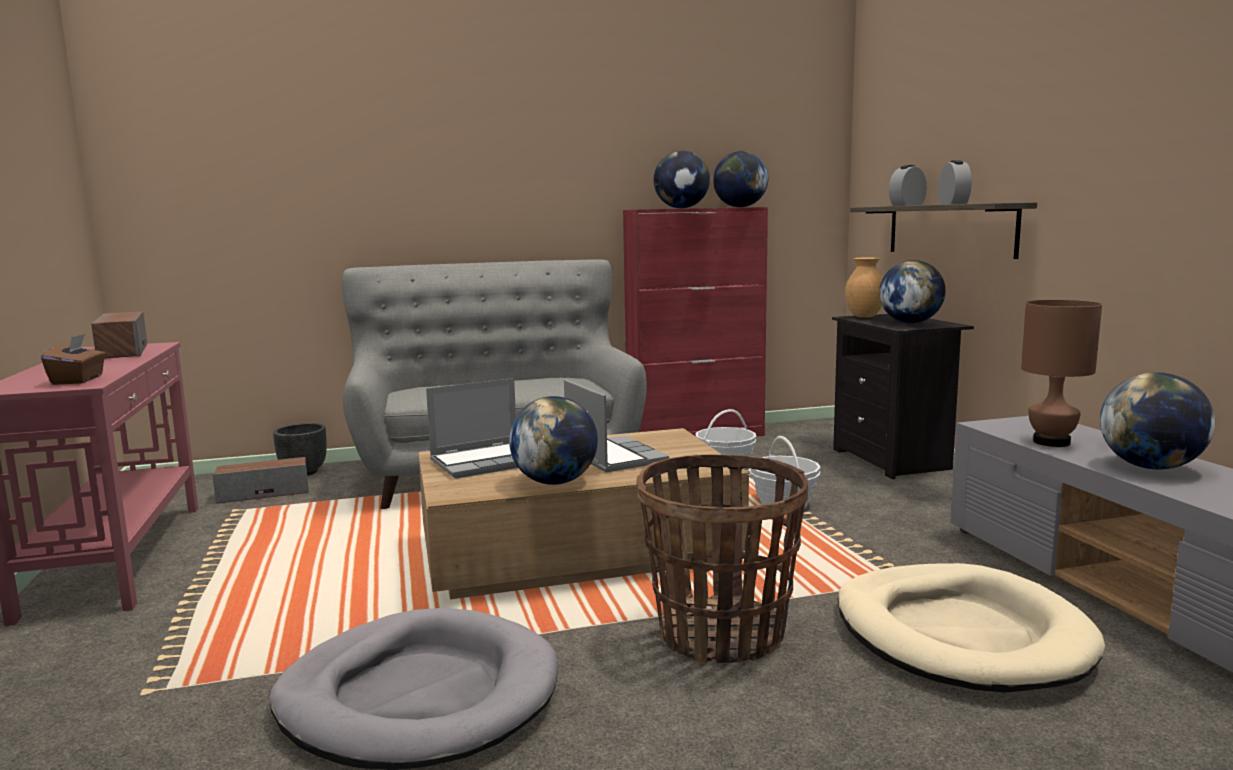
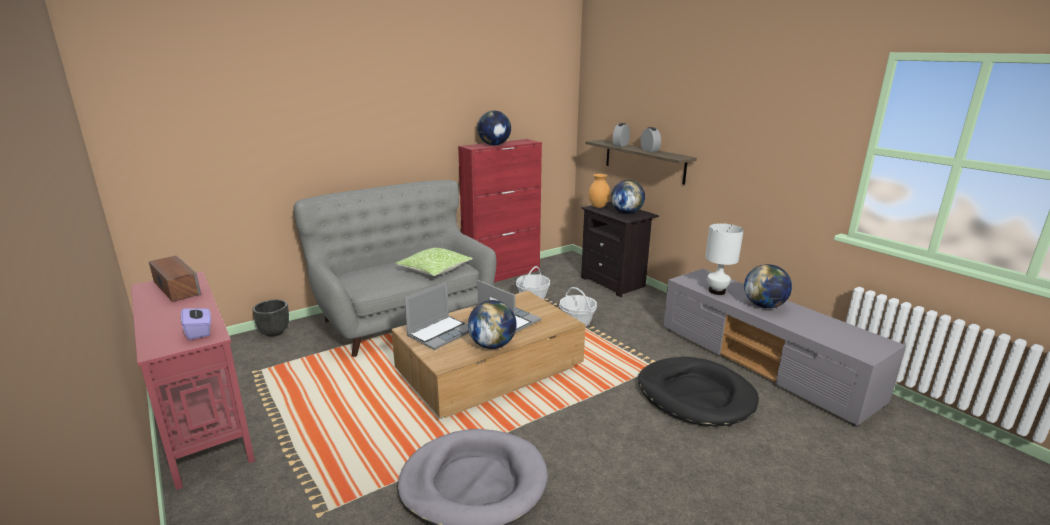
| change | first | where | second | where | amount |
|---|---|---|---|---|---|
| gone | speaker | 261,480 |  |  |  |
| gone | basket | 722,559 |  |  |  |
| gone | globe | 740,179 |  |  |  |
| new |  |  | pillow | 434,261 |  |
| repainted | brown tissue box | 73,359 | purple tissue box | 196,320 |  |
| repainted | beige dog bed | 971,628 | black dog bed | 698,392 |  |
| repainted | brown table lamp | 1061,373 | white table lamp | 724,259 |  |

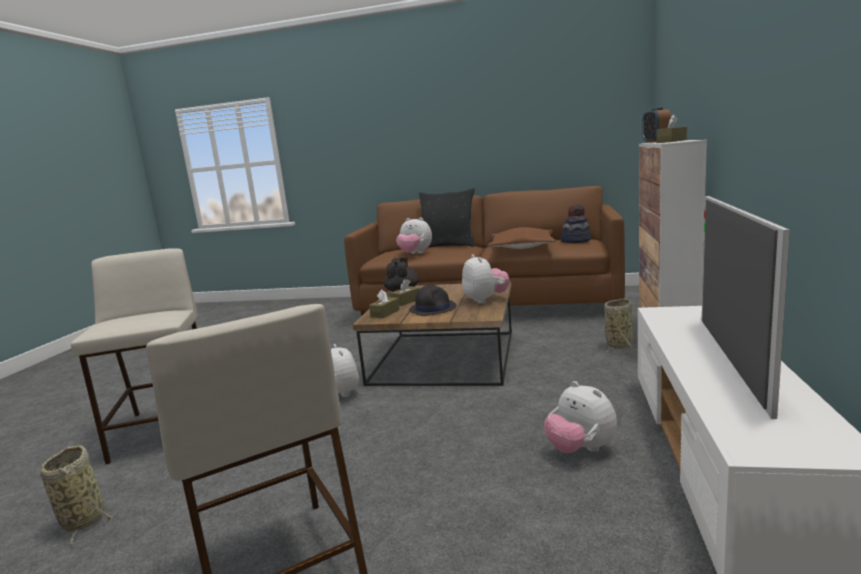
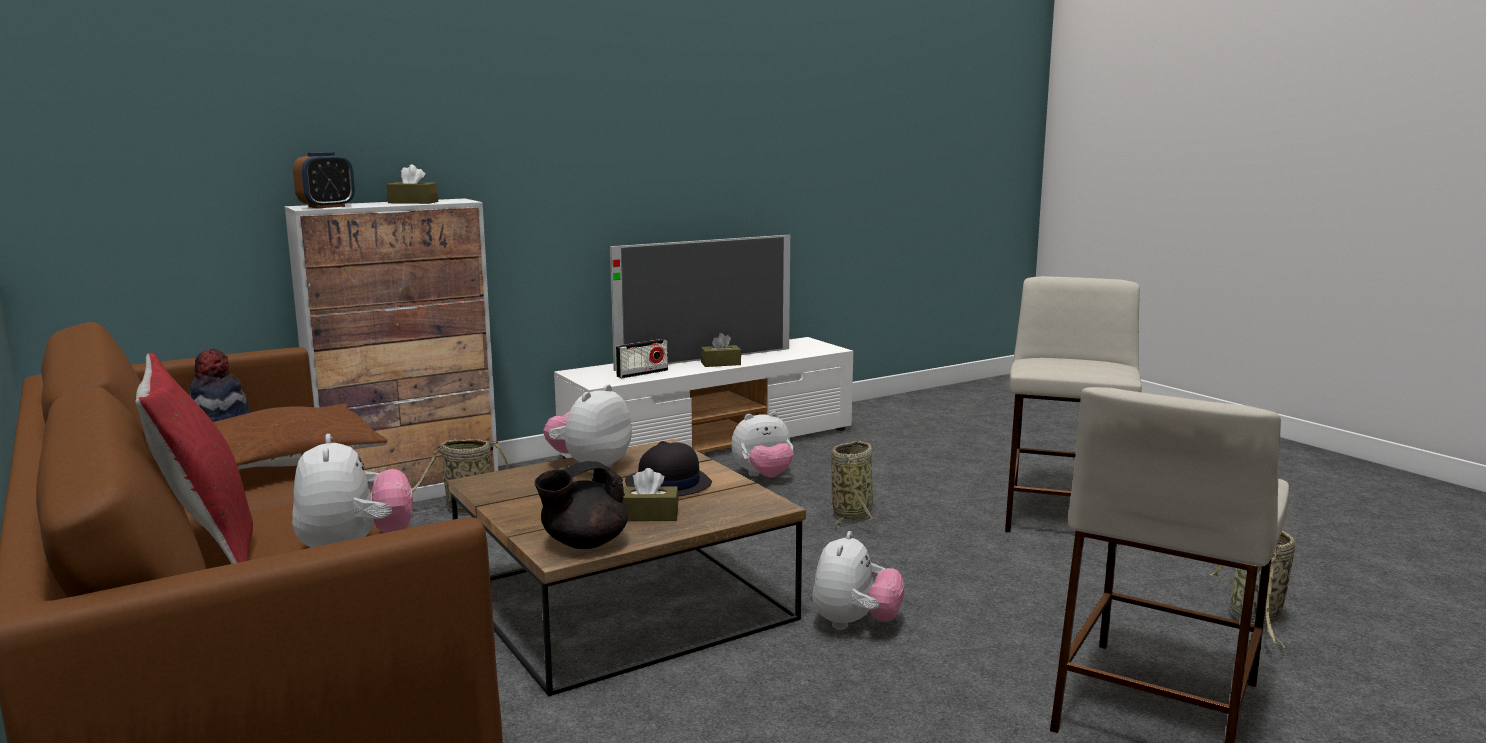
| change | first | where | second | where | amount |
|---|---|---|---|---|---|
| new |  |  | radio | 642,358 |  |
| new |  |  | basket | 853,484 |  |
| shifted | brown tissue box | 384,303 |  | 721,350 |  |
| repainted | black pillow | 447,217 | red pillow | 194,458 |  |
| rotated | plush toy | 580,417 |  | 762,444 | 60 degrees clockwise |

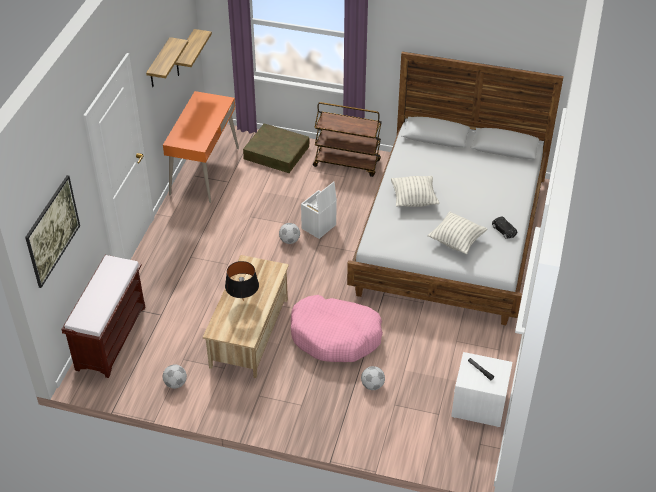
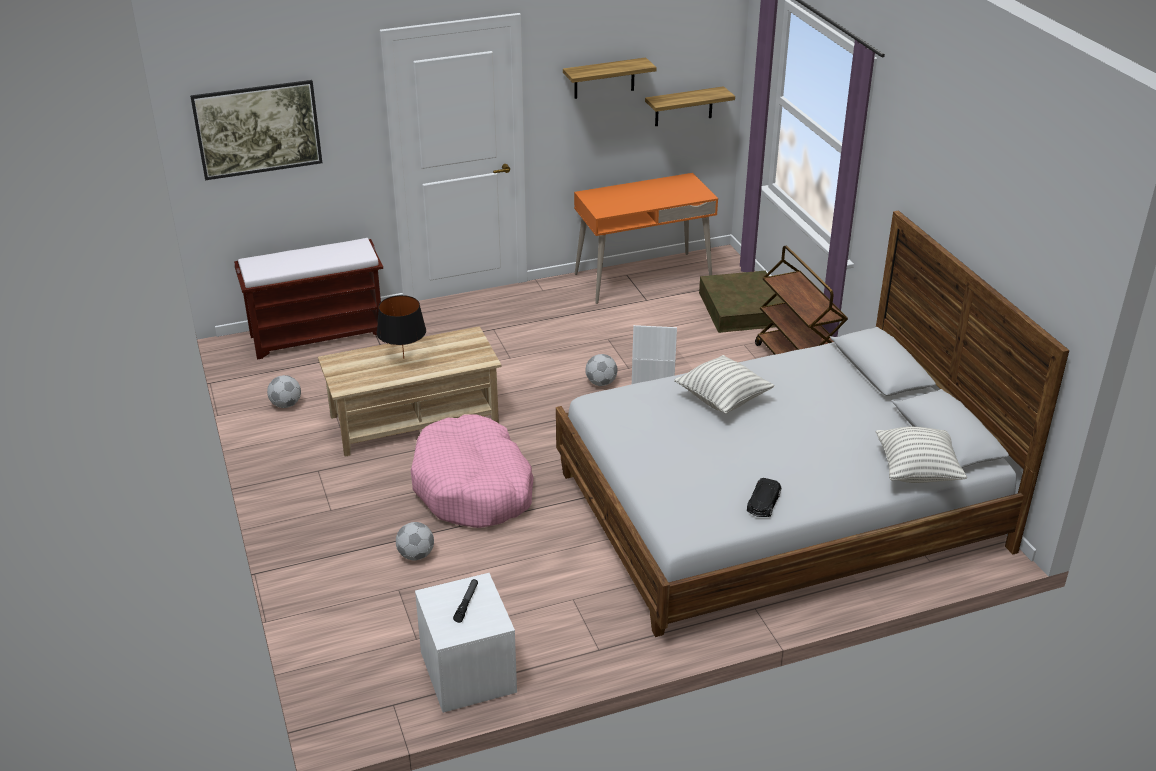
| change | first | where | second | where | amount |
|---|---|---|---|---|---|
| shifted | pillow | 458,232 |  | 921,455 |  |

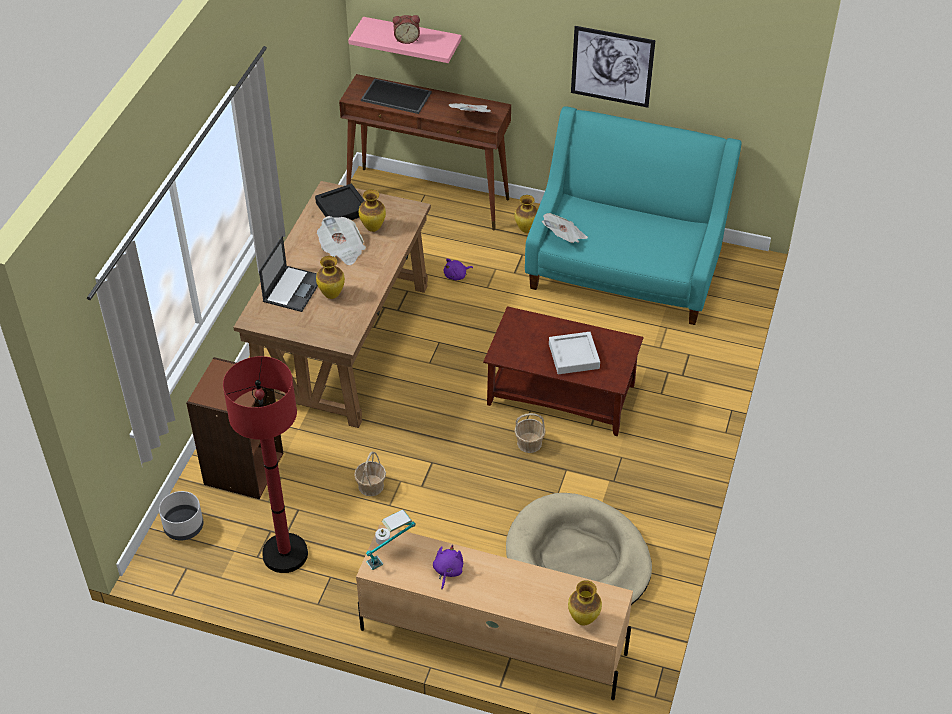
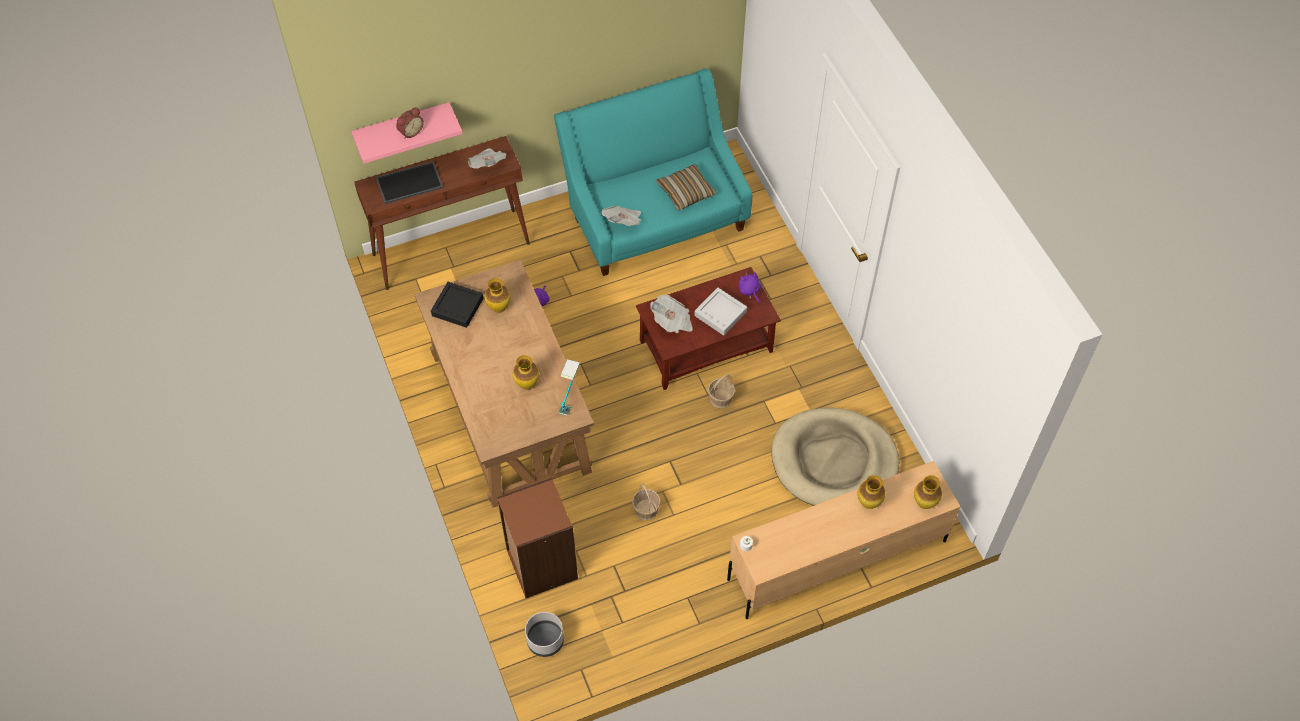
| change | first | where | second | where | amount |
|---|---|---|---|---|---|
| gone | red floor lamp | 265,464 |  |  |  |
| gone | laptop | 288,274 |  |  |  |
| gone | picture | 613,67 |  |  |  |
| new |  |  | pillow | 686,187 |  |
| shifted | newspaper | 341,240 |  | 671,314 |  |
| shifted | table lamp | 391,539 |  | 569,387 |  |
| shifted | purple plush toy | 448,567 |  | 749,287 |  |
| shifted | vase | 526,214 |  | 871,492 |  |

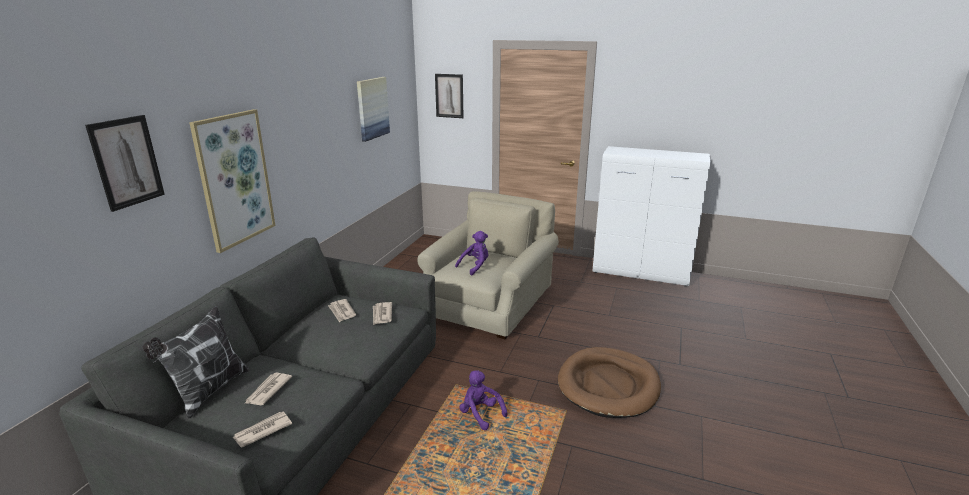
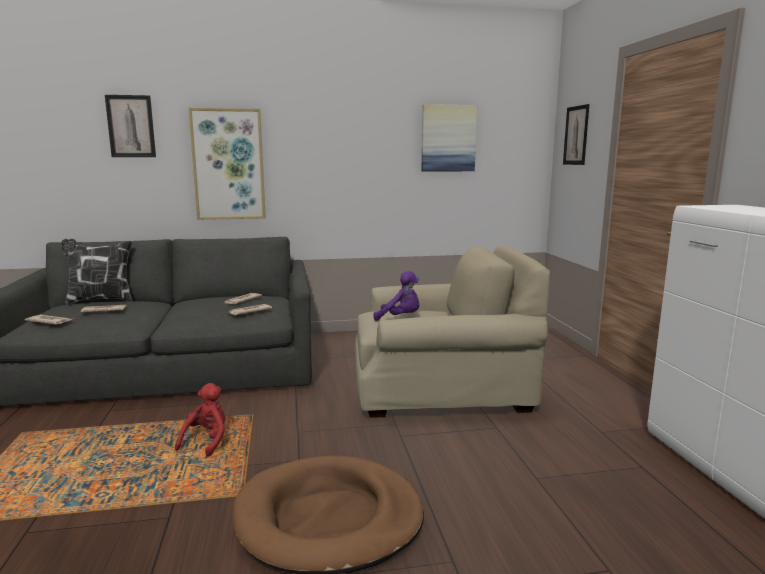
| change | first | where | second | where | amount |
|---|---|---|---|---|---|
| repainted | purple plush toy | 483,400 | red plush toy | 200,420 |  |

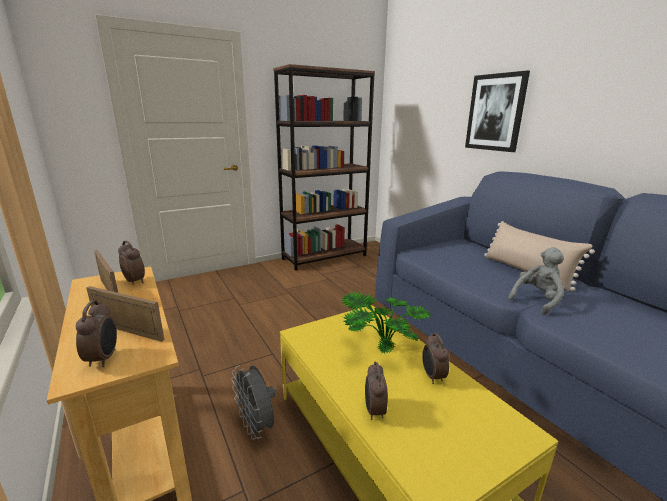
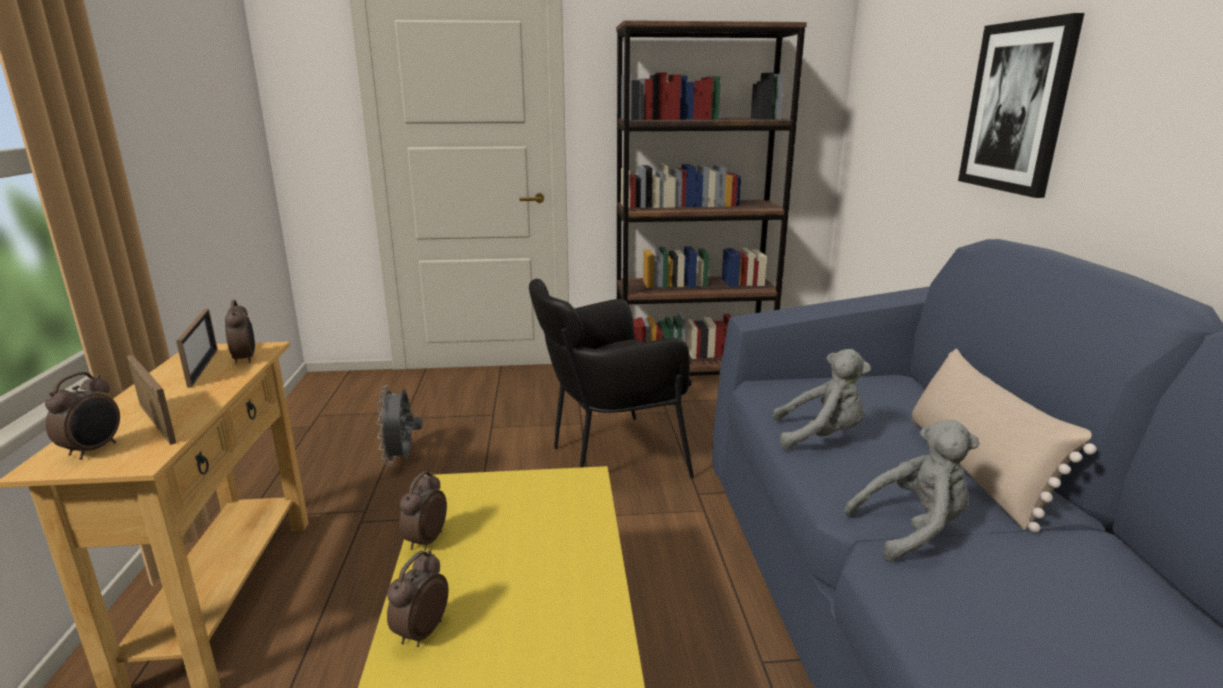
| change | first | where | second | where | amount |
|---|---|---|---|---|---|
| gone | potted plant | 385,322 |  |  |  |
| new |  |  | black armchair | 611,379 |  |
| new |  |  | grey plush toy | 822,399 |  |
| shifted | grey fan | 253,402 |  | 400,425 |  |
| shifted | alarm clock | 435,358 |  | 423,510 |  |

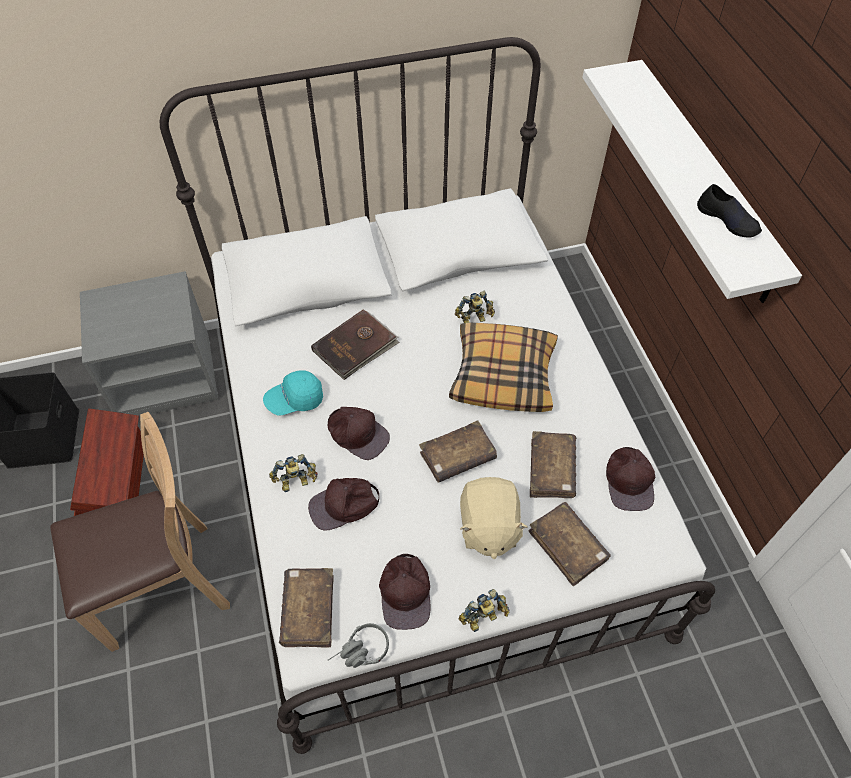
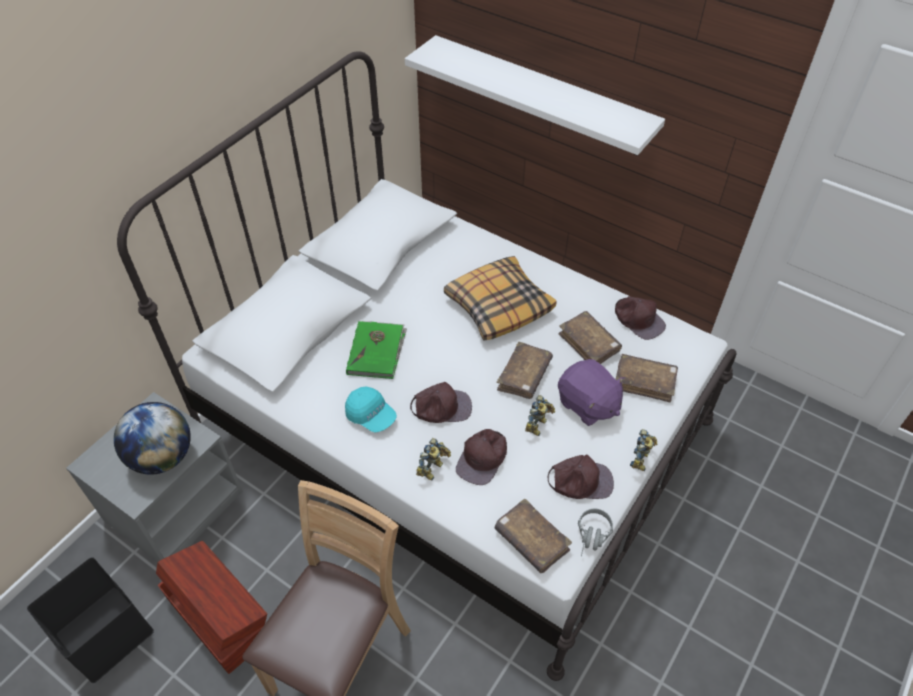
| change | first | where | second | where | amount |
|---|---|---|---|---|---|
| gone | black shoe | 729,211 |  |  |  |
| new |  |  | globe | 152,438 |  |
| shifted | toy robot | 475,307 |  | 540,415 |  |
| repainted | brown book | 355,344 | green book | 376,350 |  |
| repainted | beige plush toy | 494,518 | purple plush toy | 592,392 |  |
| rotated | turquoise cap | 293,393 |  | 371,409 | 75 degrees counterclockwise |
| rotated | brown cap | 404,592 |  | 581,477 | 45 degrees counterclockwise |

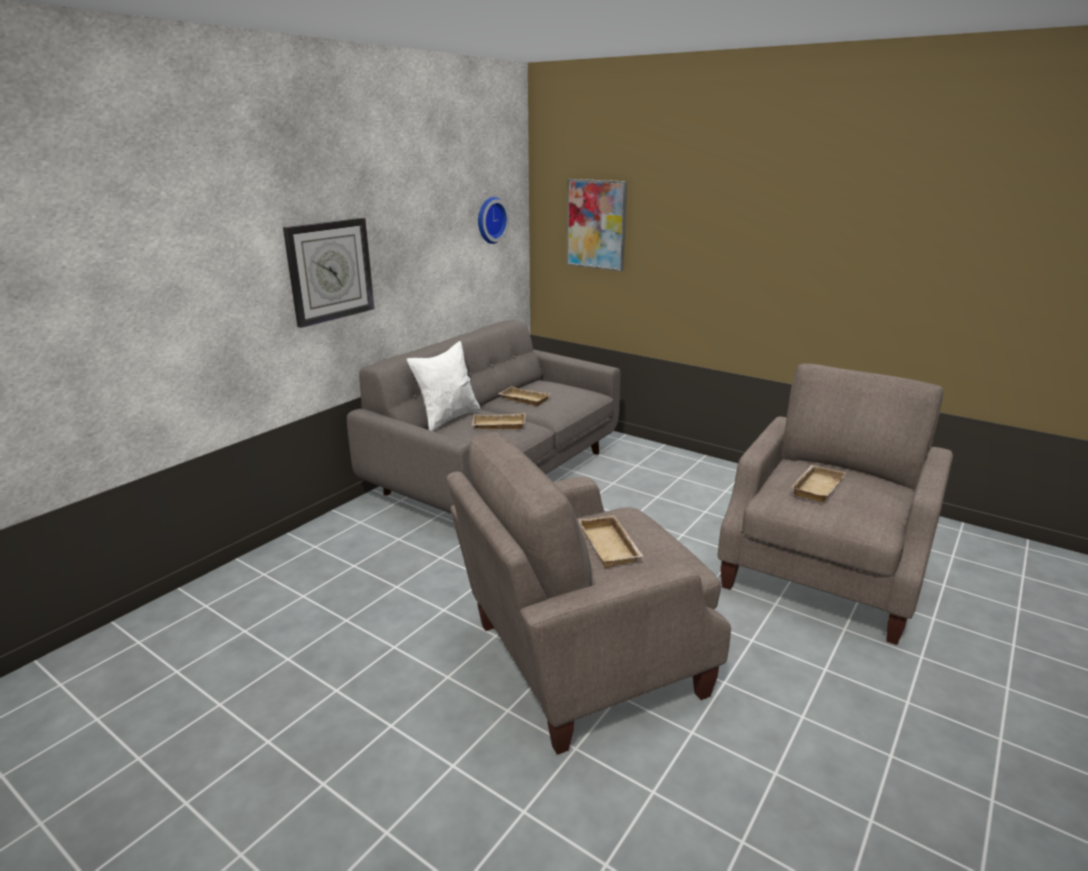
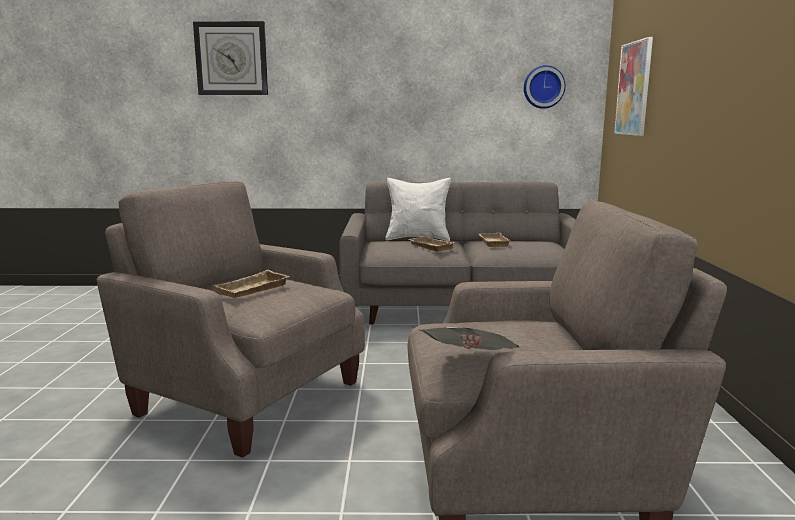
| change | first | where | second | where | amount |
|---|---|---|---|---|---|
| gone | beige tray | 818,484 |  |  |  |
| new |  |  | newspaper | 468,338 |  |
| shifted | wall clock | 328,273 |  | 230,58 |  |

